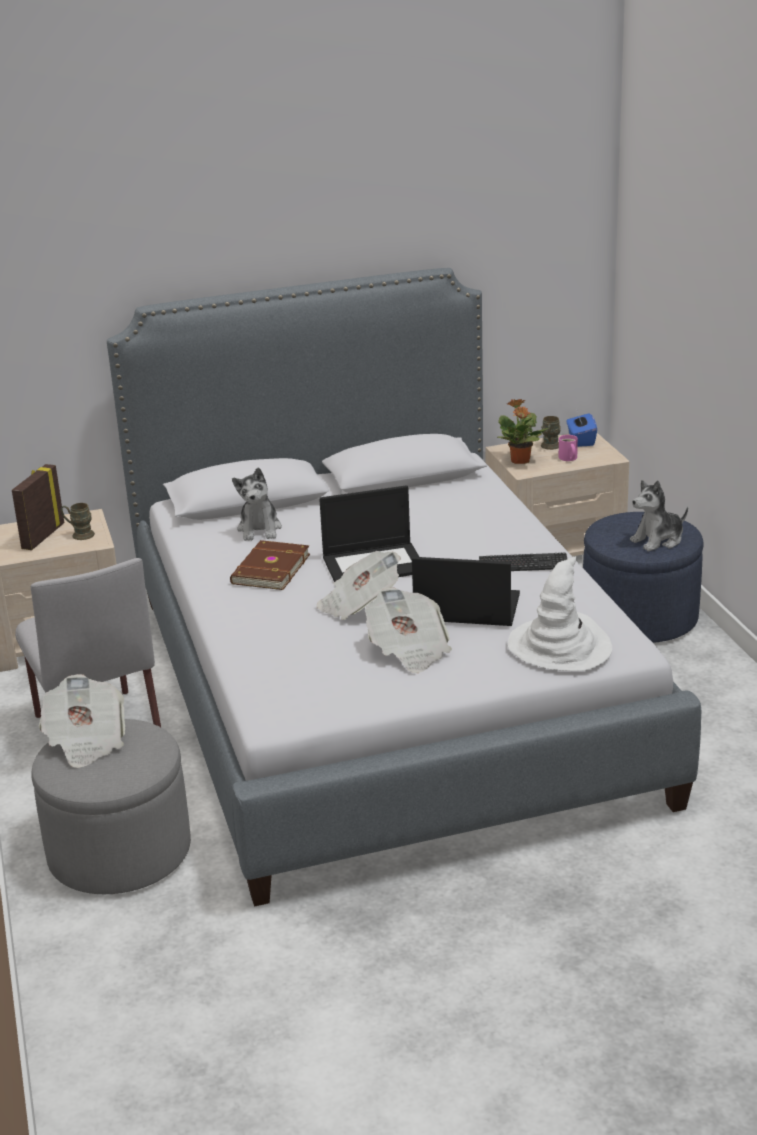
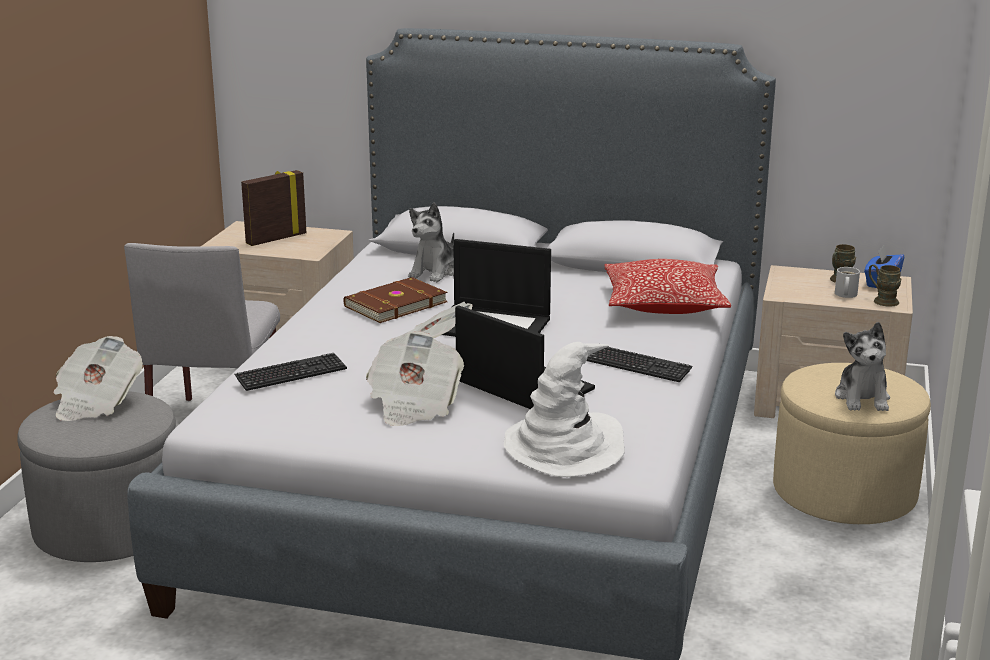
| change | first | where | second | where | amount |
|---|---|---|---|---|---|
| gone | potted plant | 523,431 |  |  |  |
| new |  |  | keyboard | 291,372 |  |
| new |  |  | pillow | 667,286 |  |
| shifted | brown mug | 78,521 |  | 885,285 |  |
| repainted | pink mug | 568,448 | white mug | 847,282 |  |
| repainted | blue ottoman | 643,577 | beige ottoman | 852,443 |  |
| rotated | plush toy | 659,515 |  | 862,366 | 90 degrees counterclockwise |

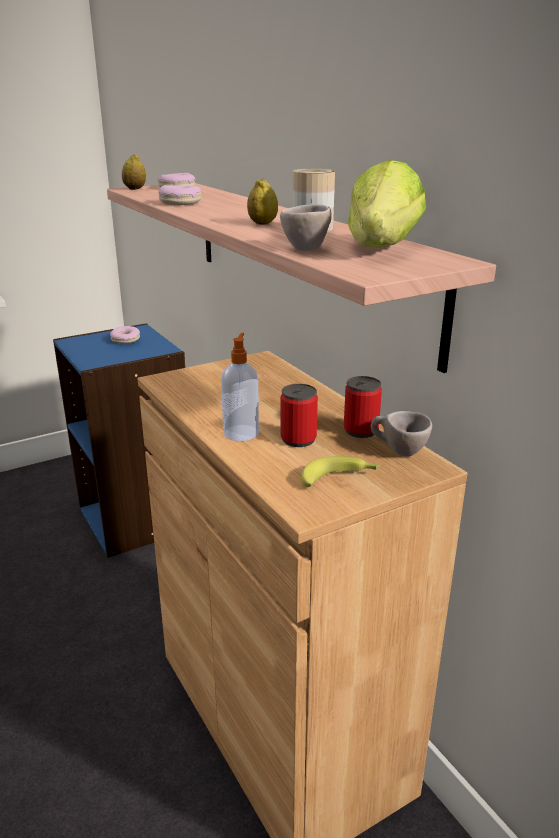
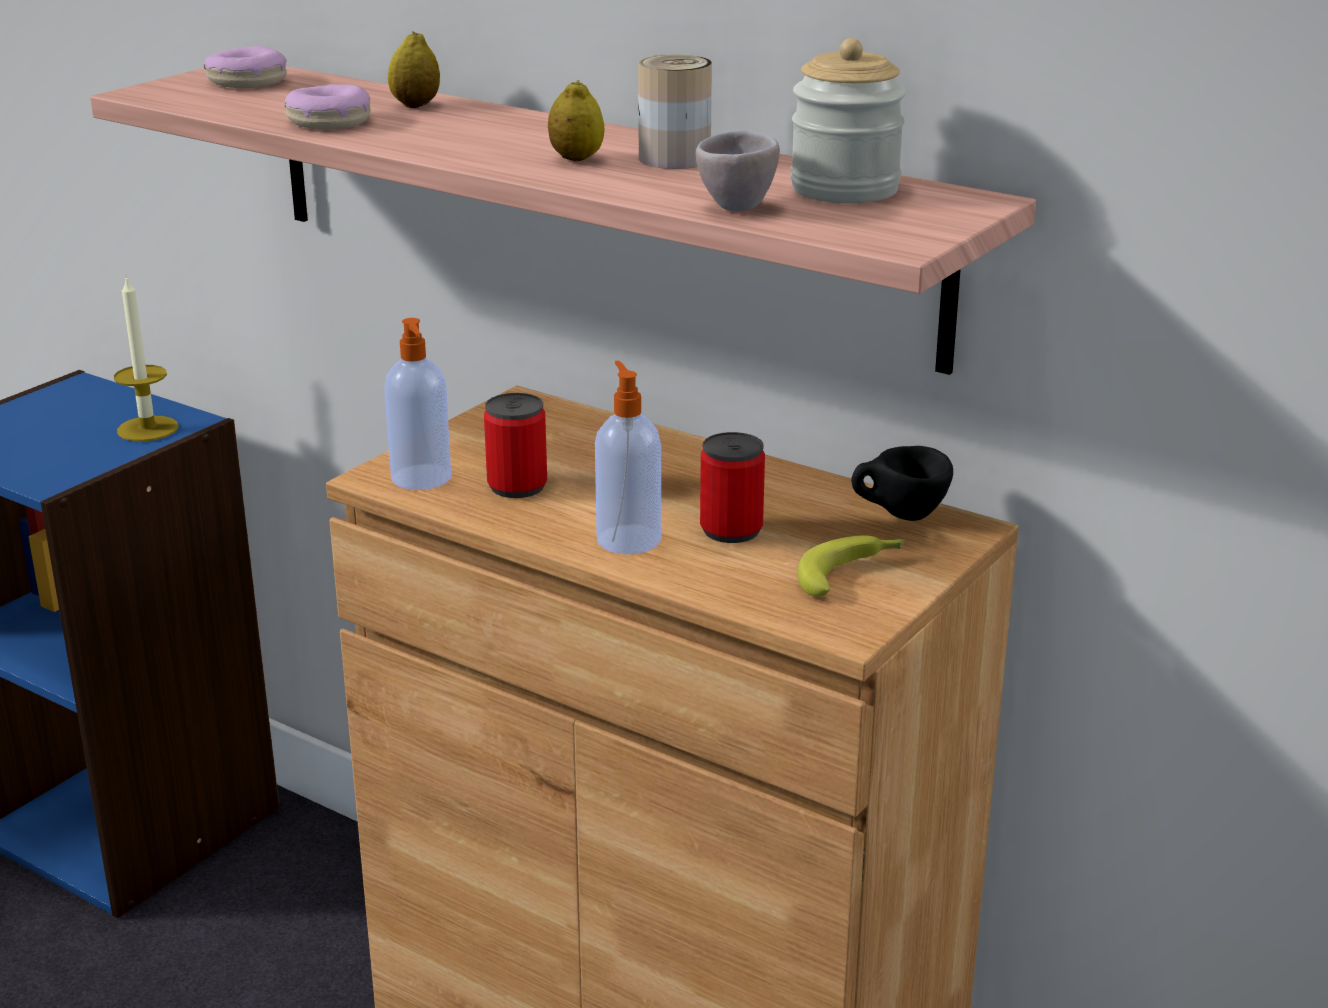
| change | first | where | second | where | amount |
|---|---|---|---|---|---|
| gone | donut | 125,335 |  |  |  |
| new |  |  | candle | 146,358 |  |
| new |  |  | soap dispenser | 418,404 |  |
| shifted | lemon | 134,172 |  | 414,69 |  |
| shifted | can | 363,407 |  | 515,445 |  |
| swapped | lettuce | 387,204 | jar | 848,120 |  |
| repainted | beige cup | 401,434 | black cup | 902,483 |  |

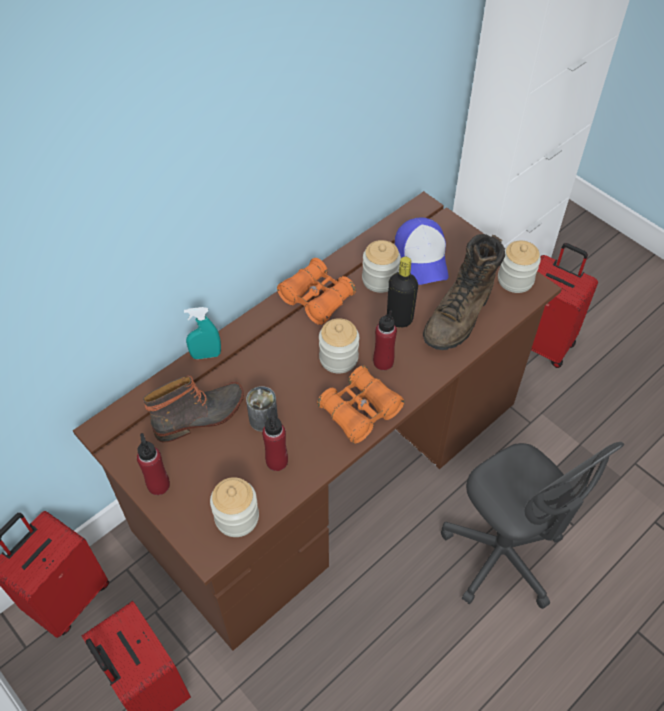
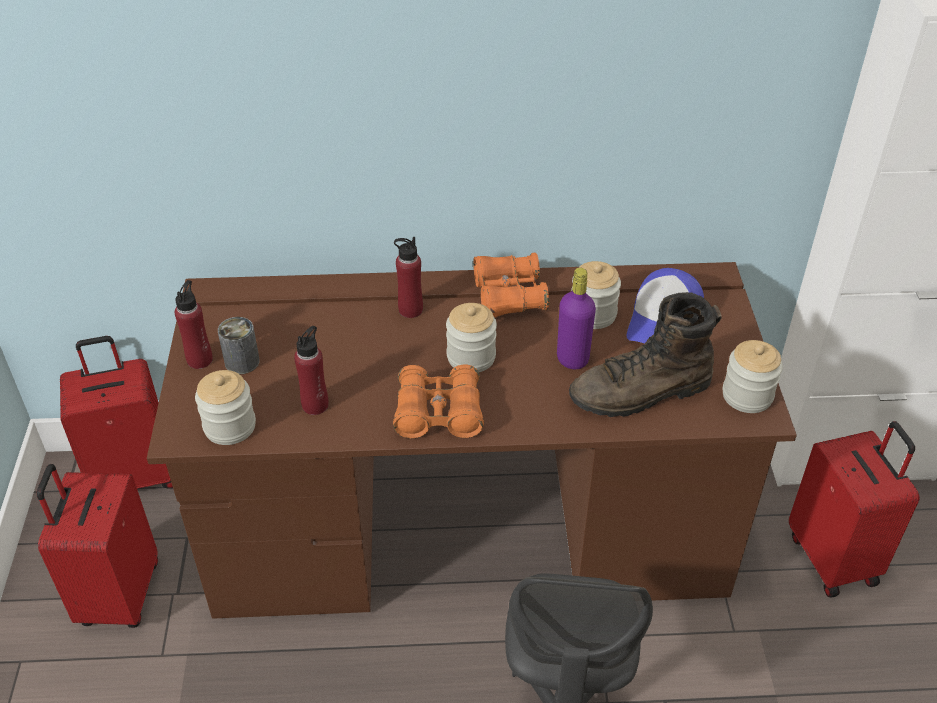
| change | first | where | second | where | amount |
|---|---|---|---|---|---|
| gone | boot | 193,409 |  |  |  |
| gone | turquoise spray bottle | 202,333 |  |  |  |
| shifted | can | 262,409 |  | 239,345 |  |
| shifted | red bottle | 385,340 |  | 408,277 |  |
| repainted | black bottle | 402,292 | purple bottle | 576,318 |  |

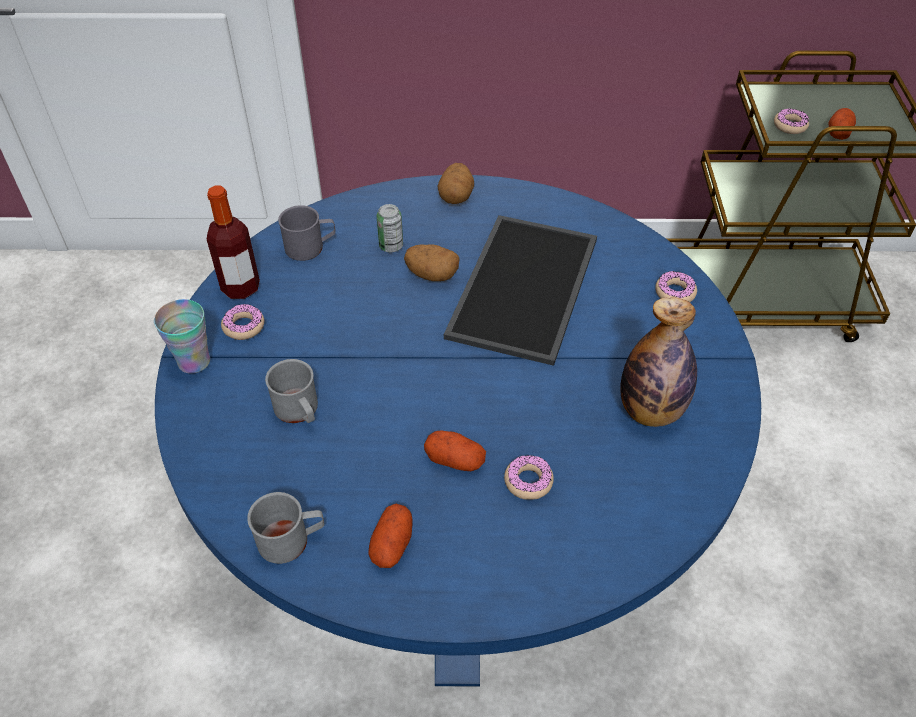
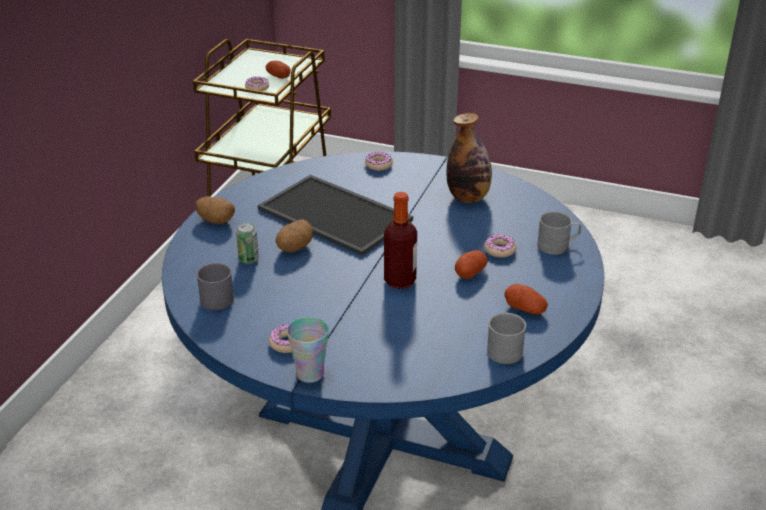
| change | first | where | second | where | amount |
|---|---|---|---|---|---|
| shifted | bottle | 233,242 |  | 400,240 |  |
| shifted | grey mug | 291,391 |  | 559,233 |  |

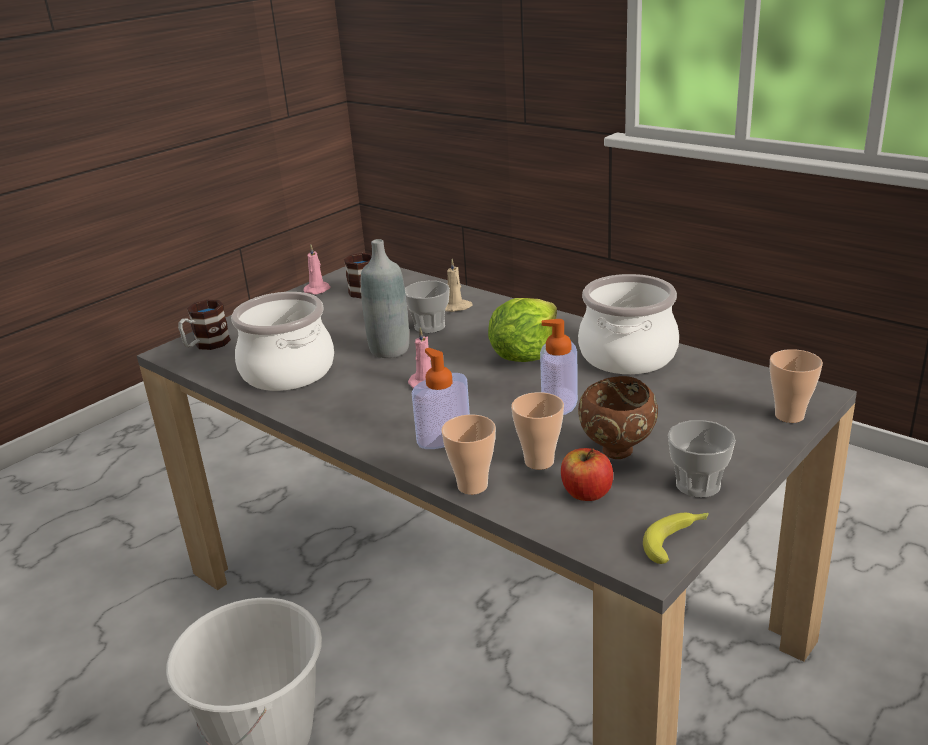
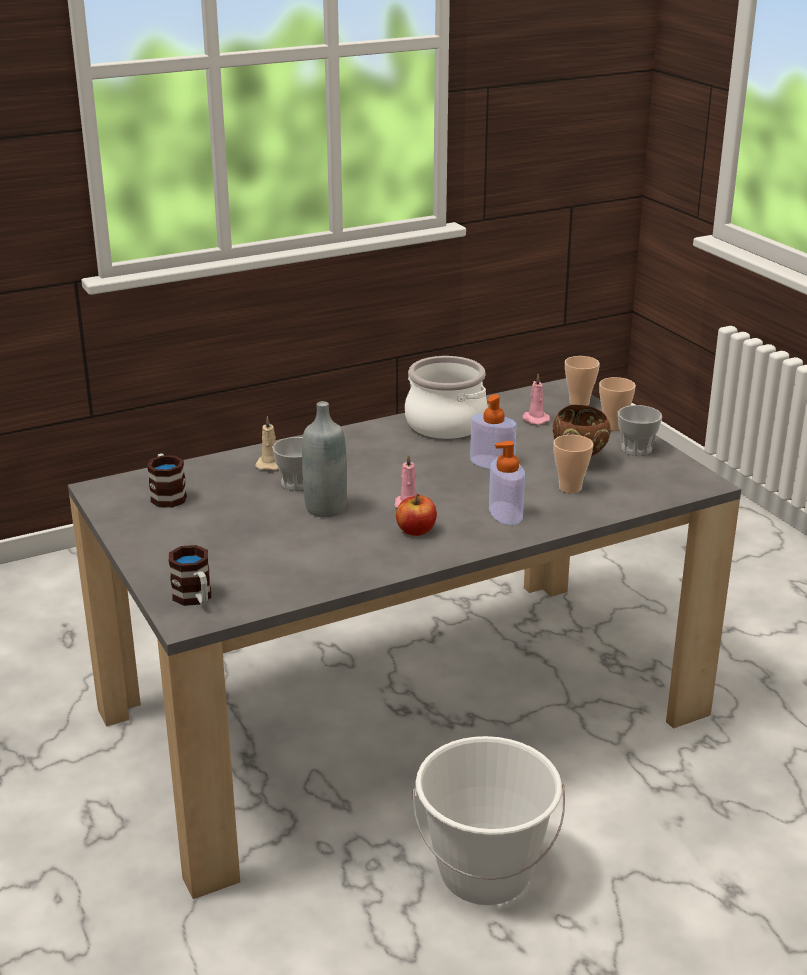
| change | first | where | second | where | amount |
|---|---|---|---|---|---|
| gone | cooking pot | 282,341 |  |  |  |
| gone | lettuce | 522,330 |  |  |  |
| gone | banana | 676,538 |  |  |  |
| shifted | pink candle | 317,269 |  | 536,399 |  |
| shifted | cup | 468,455 |  | 617,404 |  |
| shifted | apple | 587,474 |  | 416,515 |  |

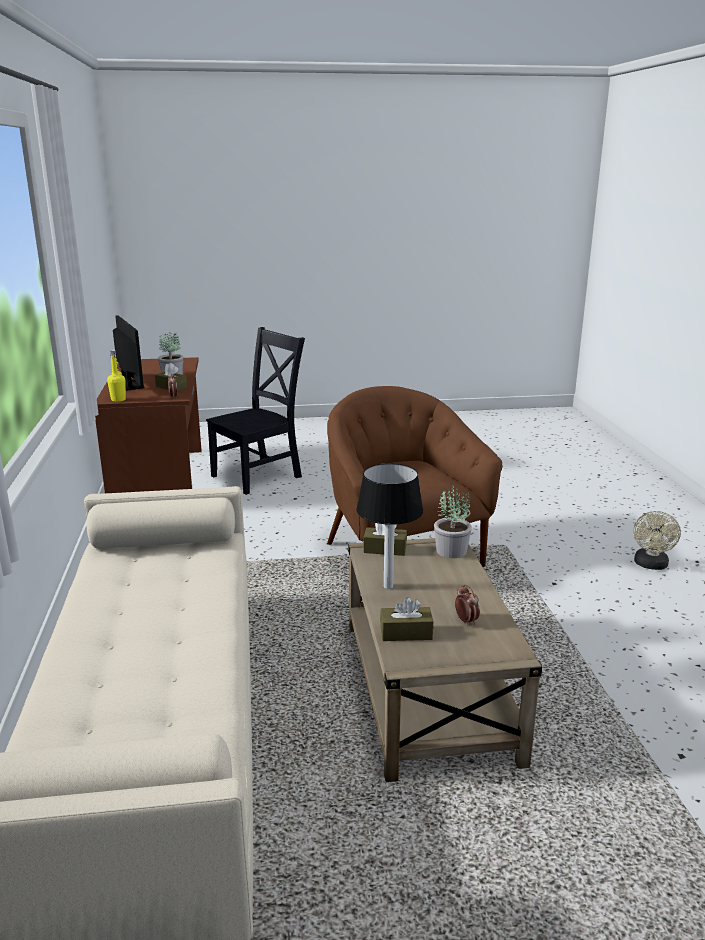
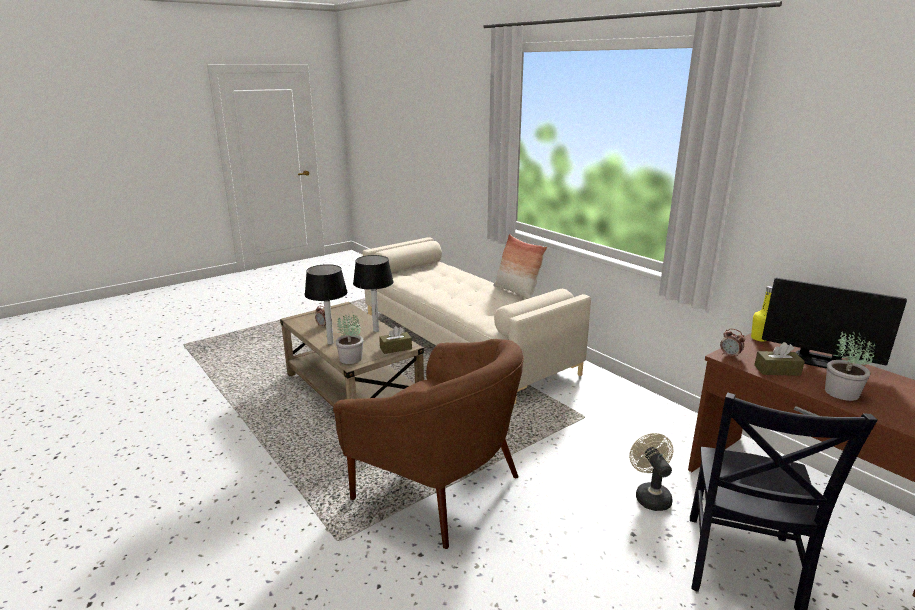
| change | first | where | second | where | amount |
|---|---|---|---|---|---|
| gone | brown tissue box | 406,619 |  |  |  |
| new |  |  | table lamp | 326,304 |  |
| new |  |  | pillow | 520,266 |  |
| shifted | beige fan | 657,540 |  | 651,472 |  |

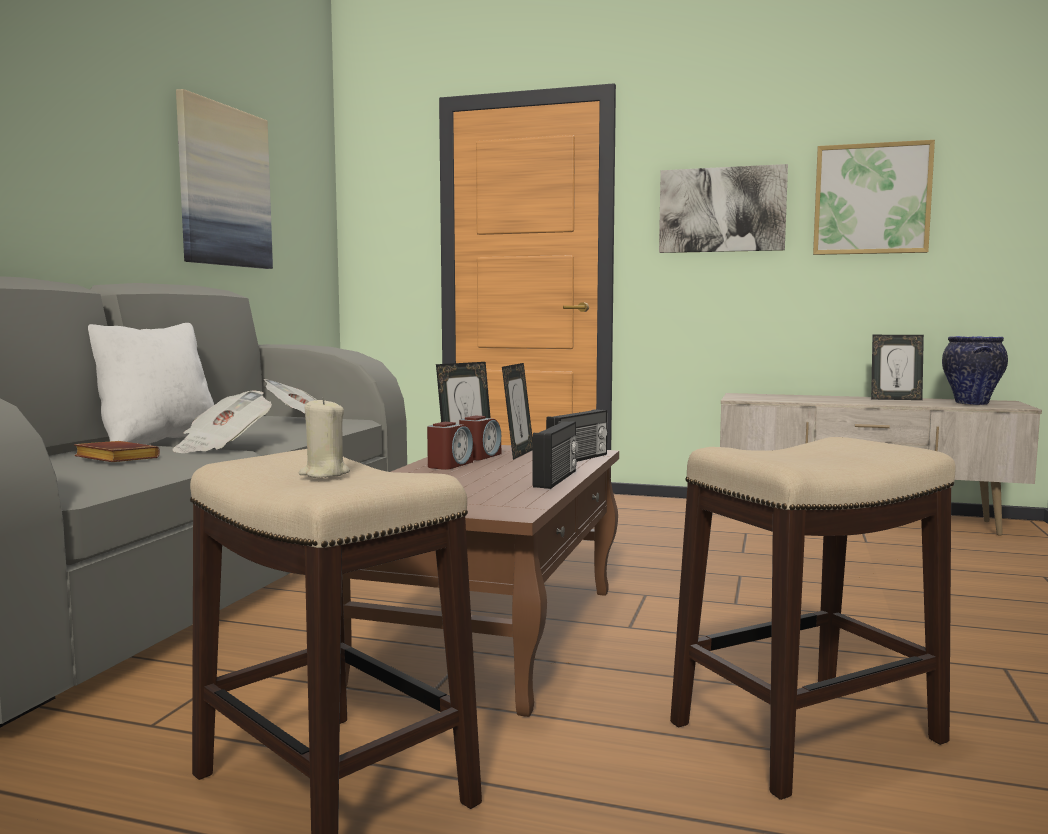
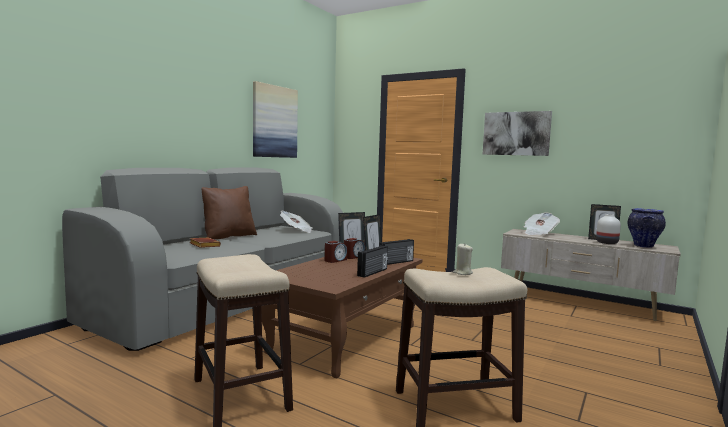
| change | first | where | second | where | amount |
|---|---|---|---|---|---|
| gone | picture | 874,197 |  |  |  |
| new |  |  | white vase | 608,229 |  |
| shifted | newspaper | 222,421 |  | 542,223 |  |
| shifted | beige candle | 324,437 |  | 463,259 |  |
| repainted | white pillow | 151,383 | brown pillow | 229,212 |  |

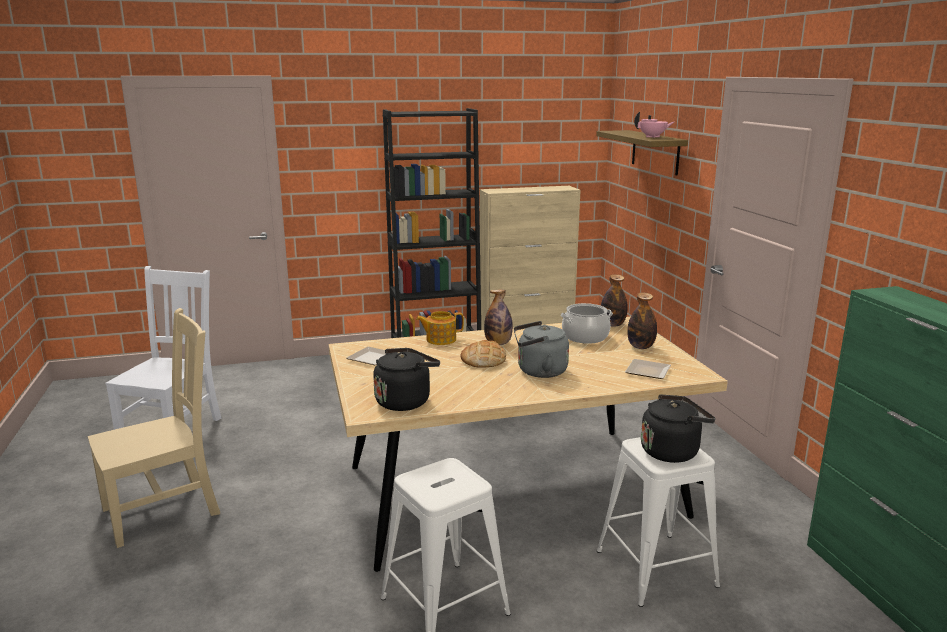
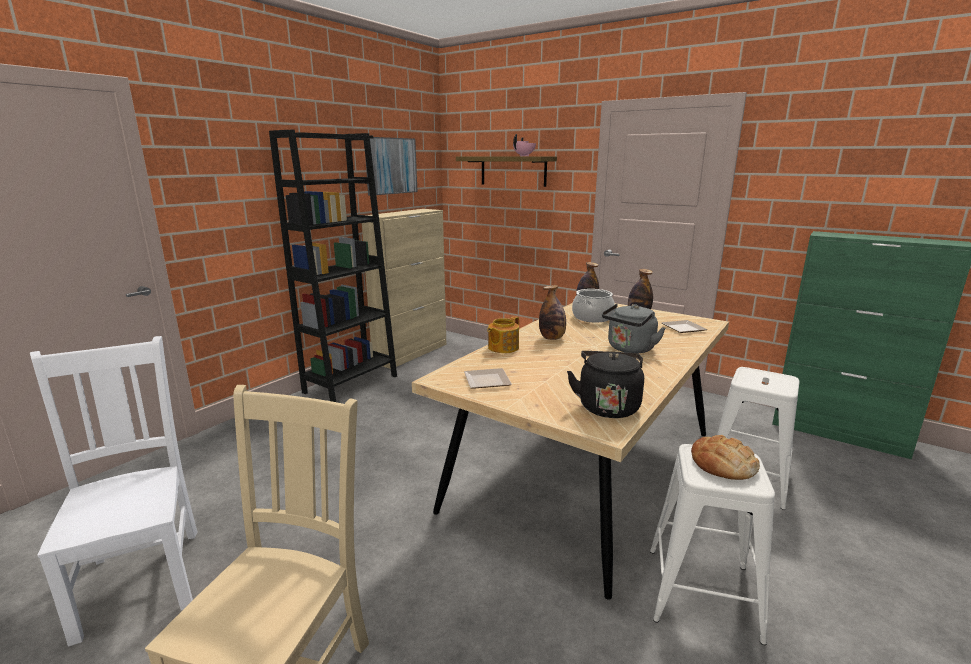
| change | first | where | second | where | amount |
|---|---|---|---|---|---|
| gone | black kettle | 678,428 |  |  |  |
| new |  |  | picture | 391,166 |  |
| shifted | bread | 483,354 |  | 725,457 |  |

